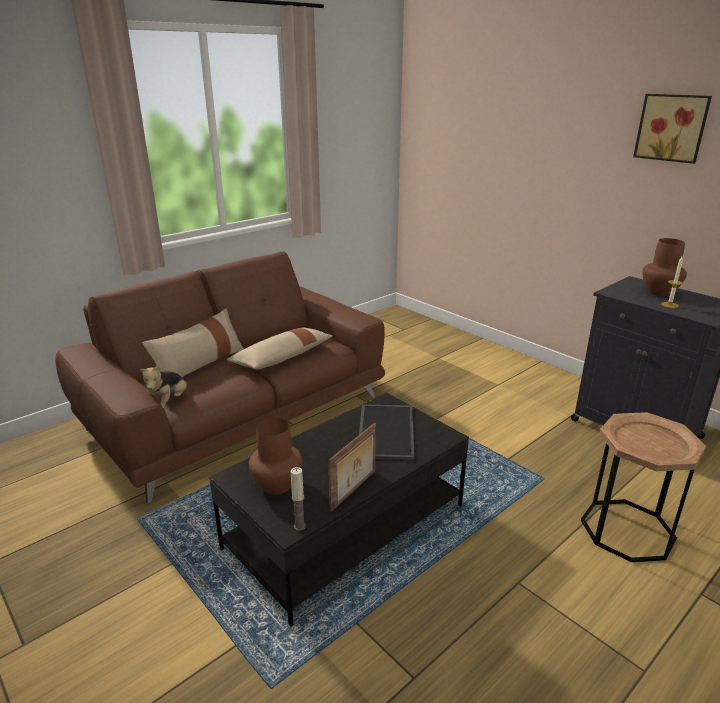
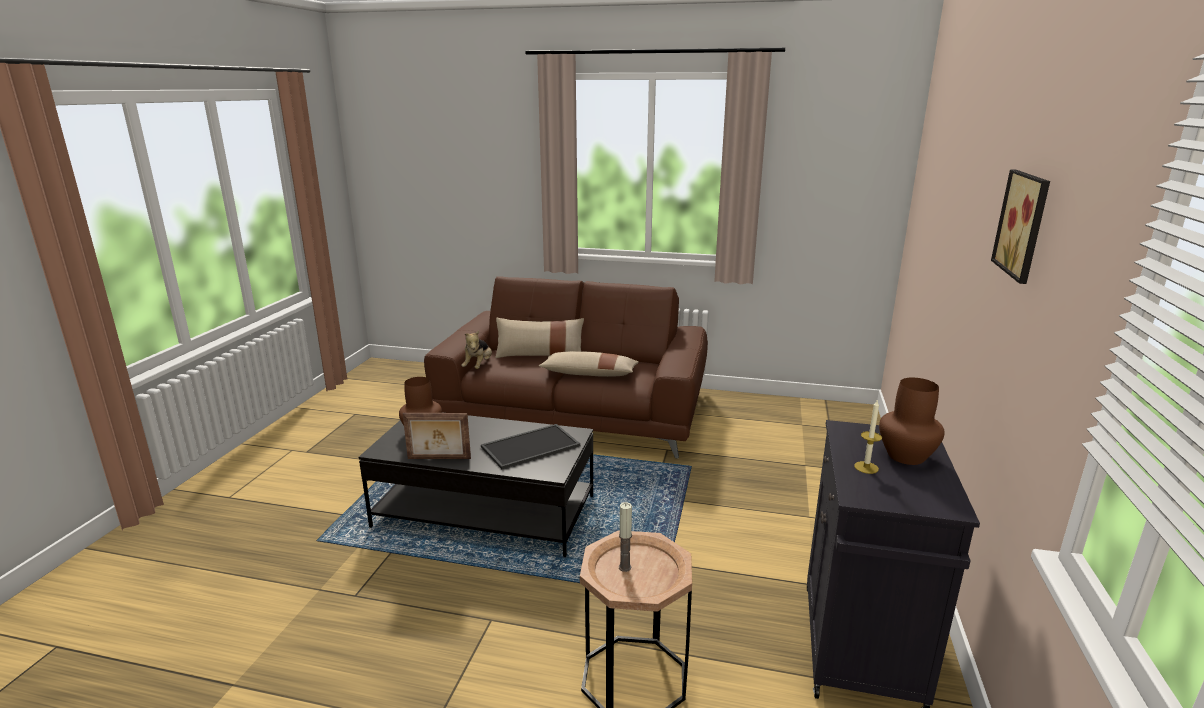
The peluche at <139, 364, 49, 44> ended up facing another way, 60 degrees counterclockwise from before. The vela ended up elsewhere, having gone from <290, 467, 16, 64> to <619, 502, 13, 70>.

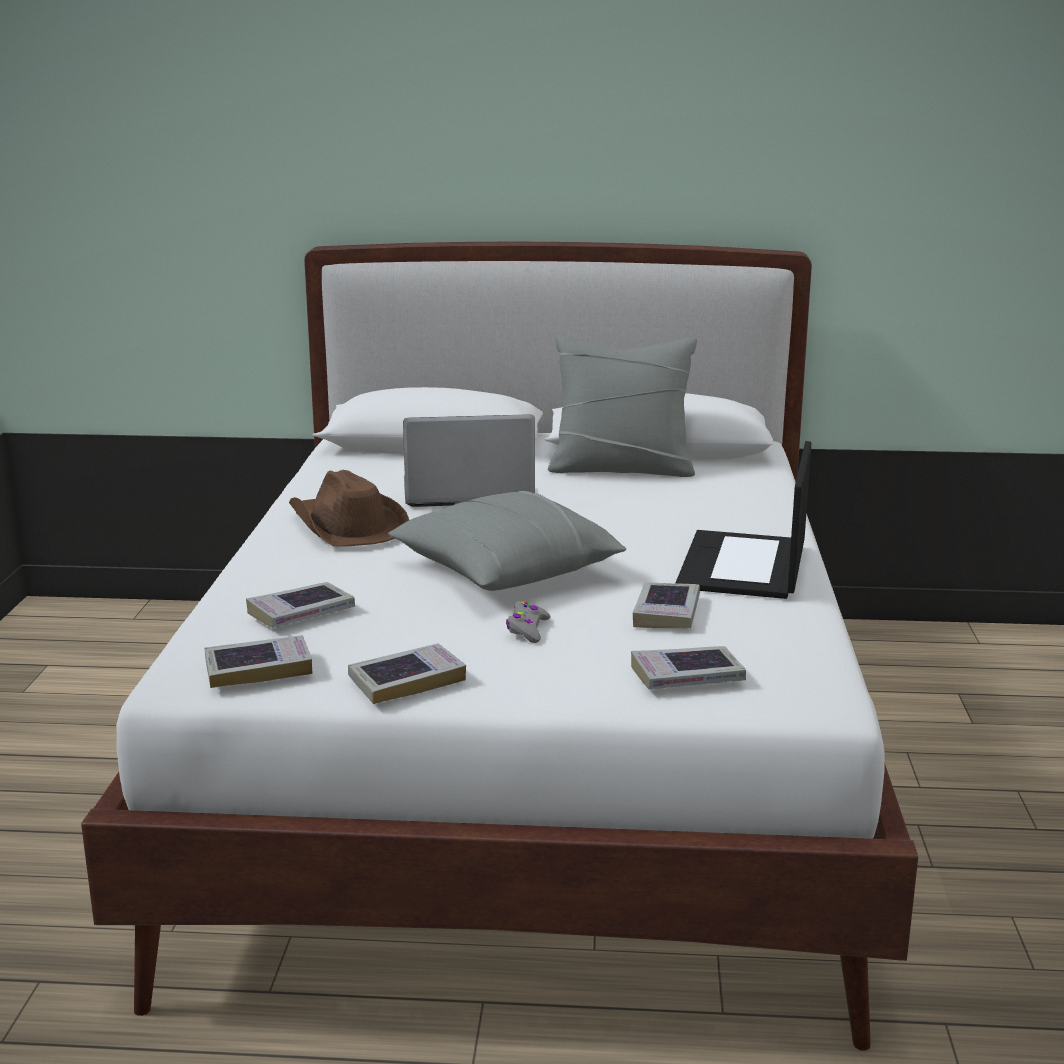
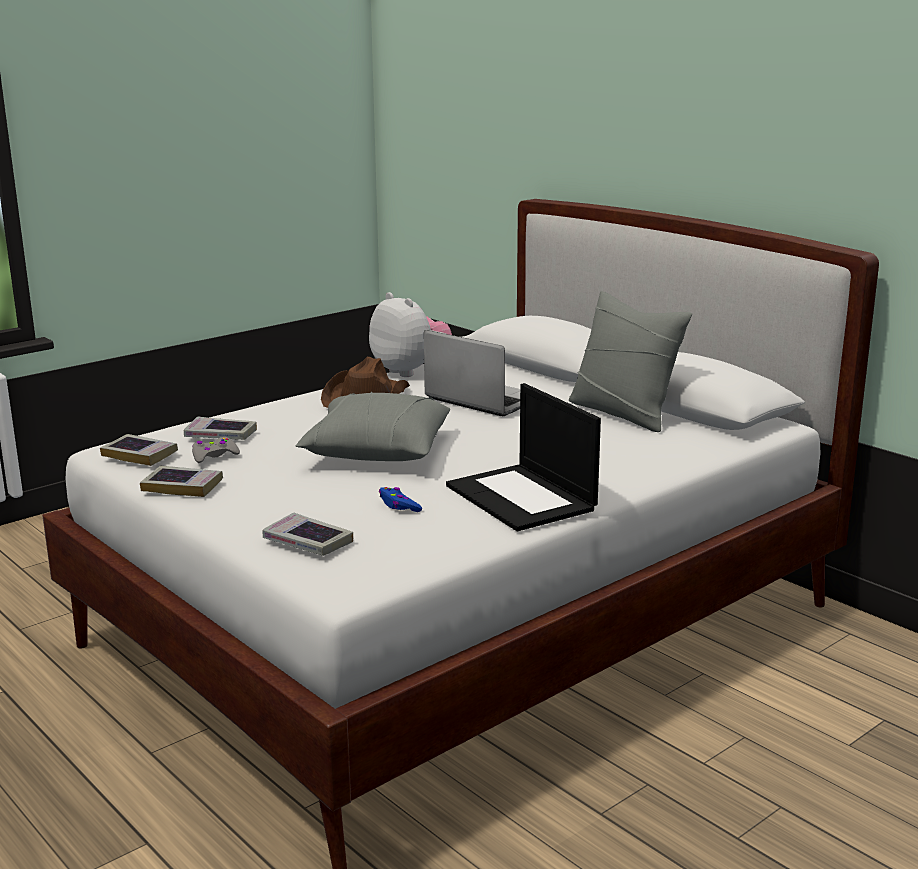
The mando de consola (gris) ended up elsewhere, having gone from <506, 601, 45, 42> to <192, 437, 48, 26>. Where the libro stood at <633, 582, 67, 47>, the mando de consola (azul) came to stand at <379, 487, 43, 25>. The portátil at <676, 441, 135, 158> ended up facing another way, 90 degrees counterclockwise from before. The second view gained the peluche at <369, 292, 83, 85>.

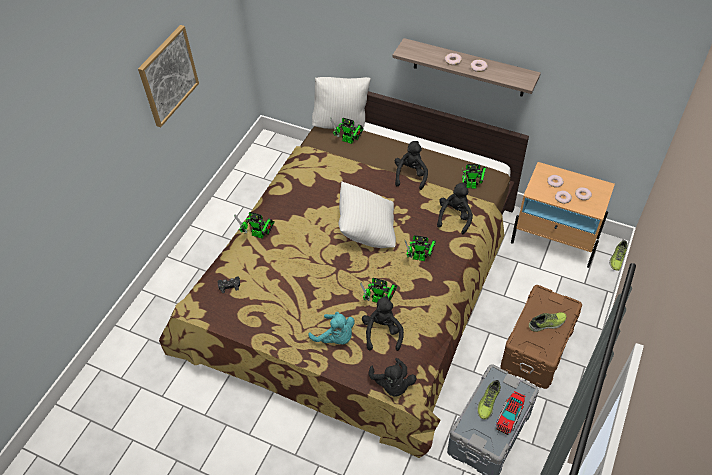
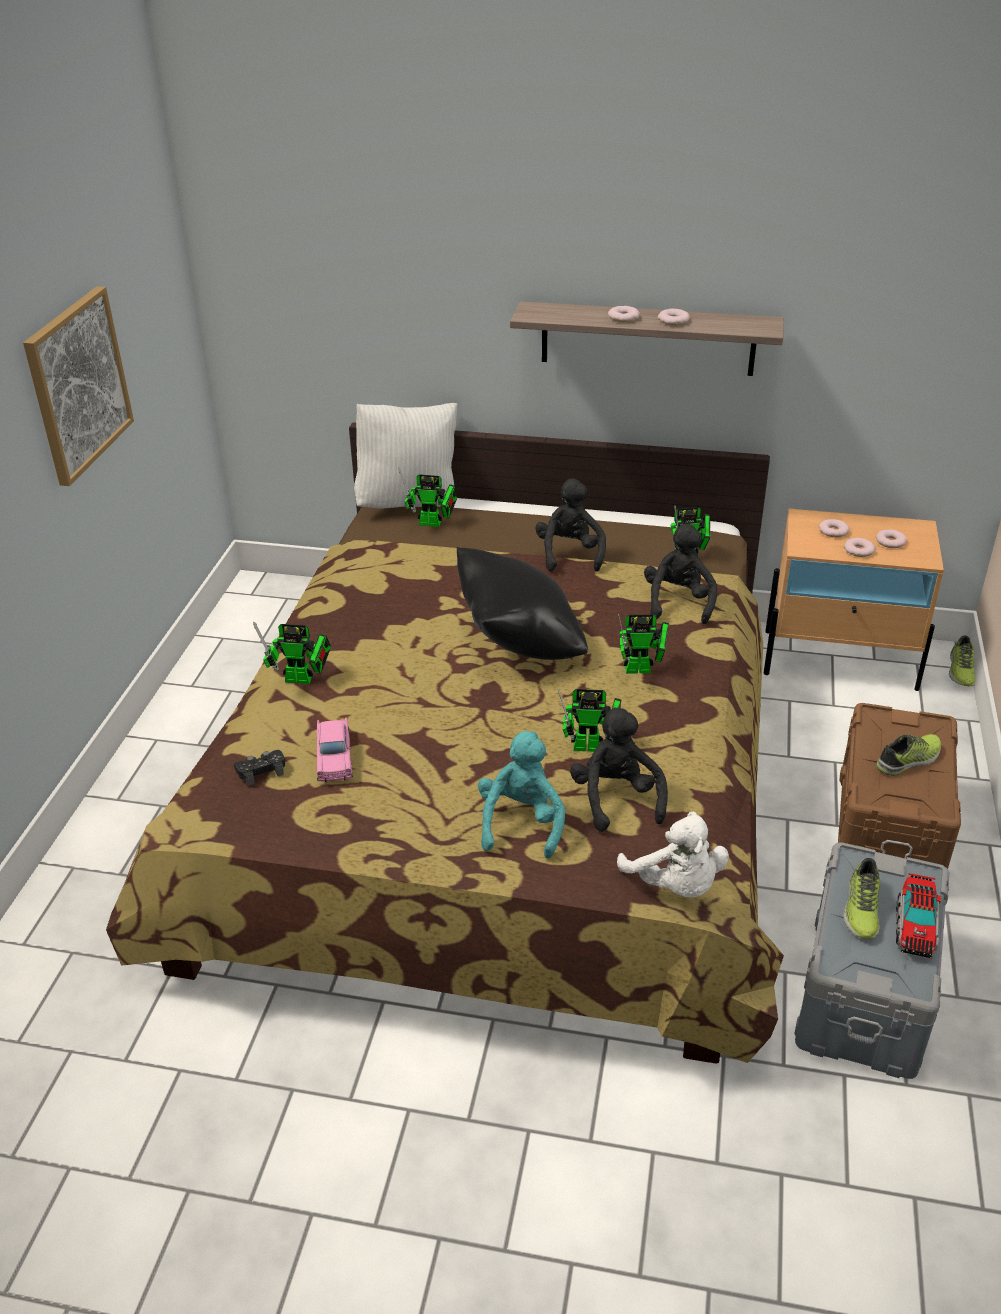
The peluche (turquesa) at <308, 312, 47, 33> ended up facing another way, 105 degrees counterclockwise from before. What was the cojín (blanco) at <338, 181, 58, 67> turned into the cojín (negro) at <457, 547, 131, 113>. What was the peluche (negro) at <369, 358, 48, 39> turned into the peluche (blanco) at <617, 812, 112, 86>. The second view gained the coche de juguete (rosa) at <317, 717, 36, 65>.

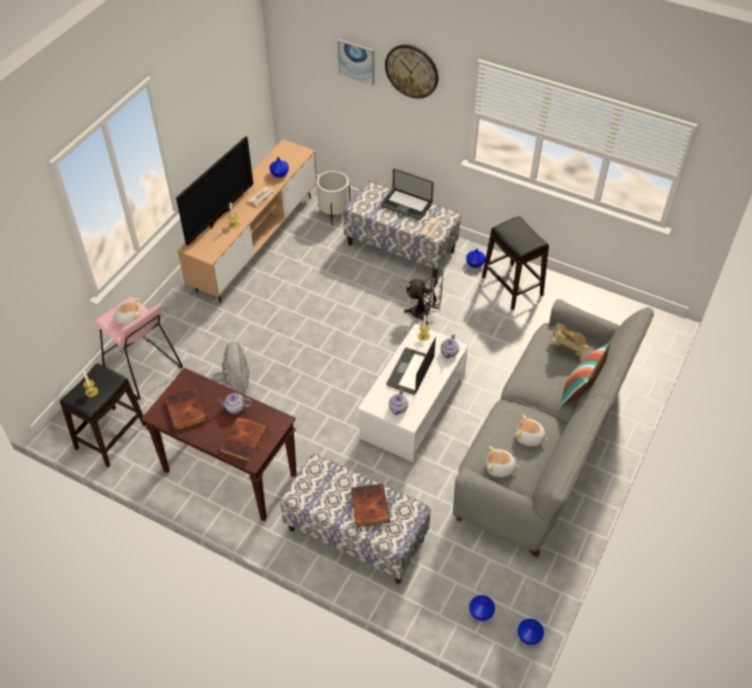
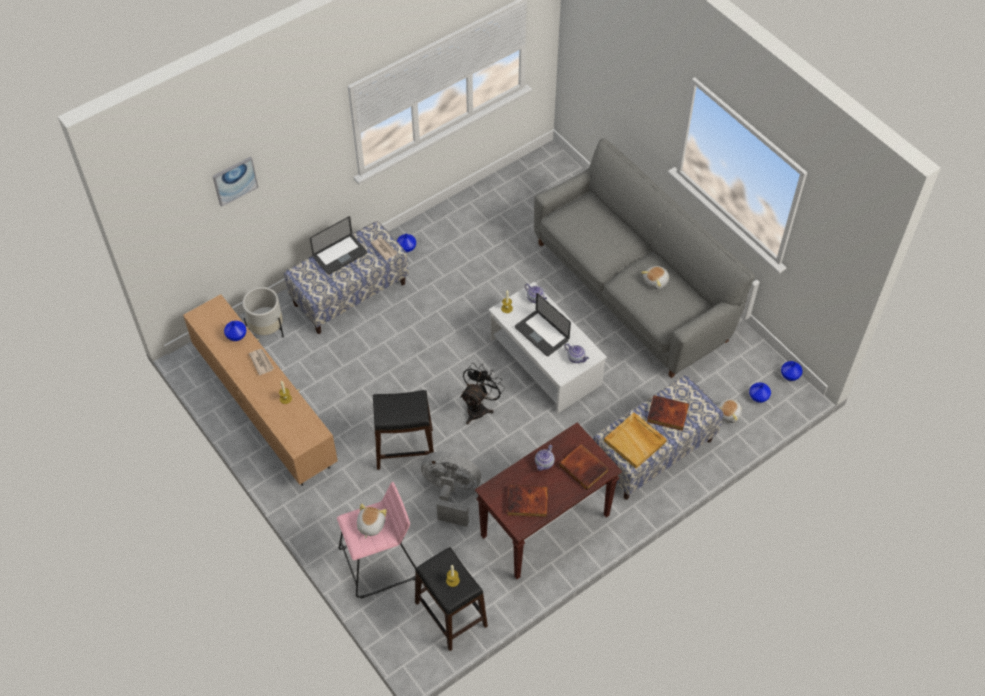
The second view lost the televisor at <176, 136, 77, 109>. The second view lost the reloj de pared at <385, 44, 53, 55>. The ventilador (negro) ended up elsewhere, having gone from <404, 270, 39, 54> to <460, 363, 45, 61>. The taburete (negro) ended up elsewhere, having gone from <482, 216, 67, 94> to <373, 390, 63, 80>. The peluche ended up elsewhere, having gone from <486, 446, 34, 31> to <718, 399, 24, 24>. The second view lost the libro at <551, 322, 37, 35>. The second view lost the cojín at <560, 342, 50, 65>. The second view gained the bandeja (beis) at <604, 412, 63, 57>.

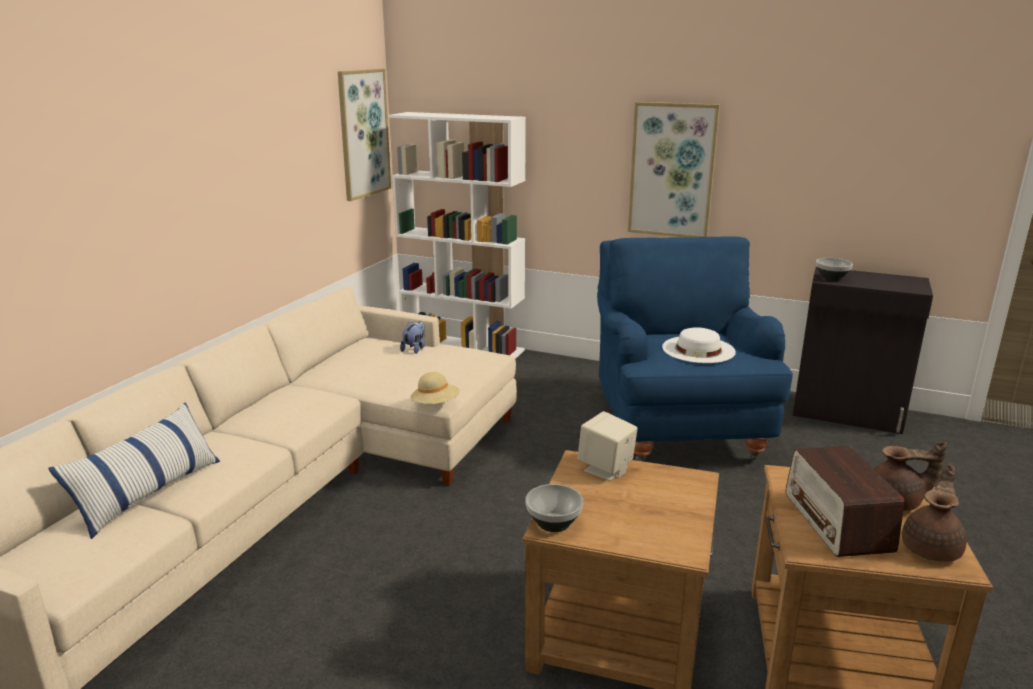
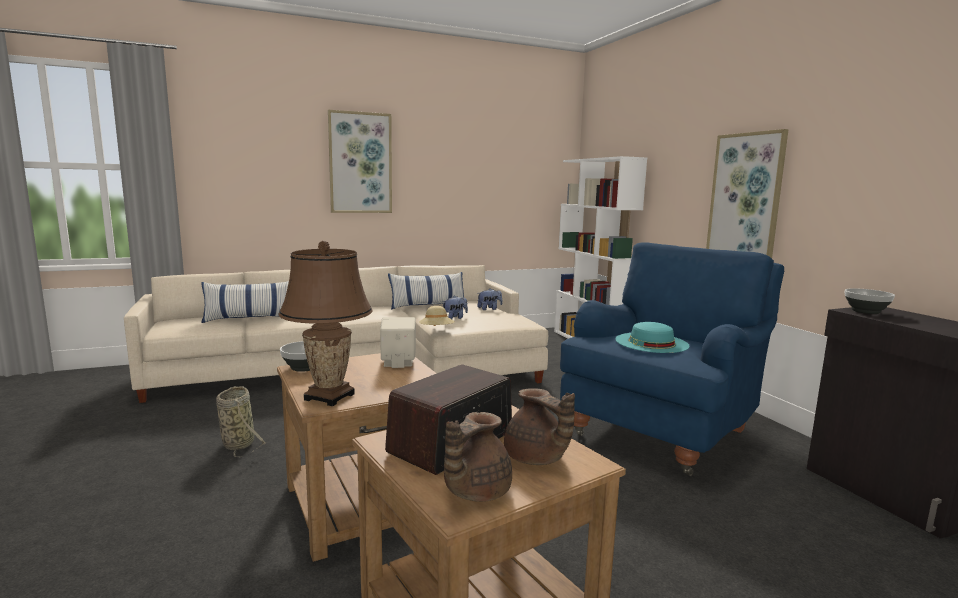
The cuadro ended up elsewhere, having gone from <338, 69, 53, 132> to <328, 110, 64, 103>. What was the sombrero (blanco) at <662, 327, 74, 36> turned into the sombrero (turquesa) at <615, 322, 75, 31>. The tetera (marrón) at <902, 464, 65, 98> ended up facing another way, 135 degrees clockwise from before. The second view gained the cesta at <216, 386, 50, 72>. The second view gained the lámpara de mesa (marrón) at <279, 241, 93, 165>. The second view gained the cojín at <388, 272, 76, 37>. The second view gained the peluche at <442, 296, 26, 23>.

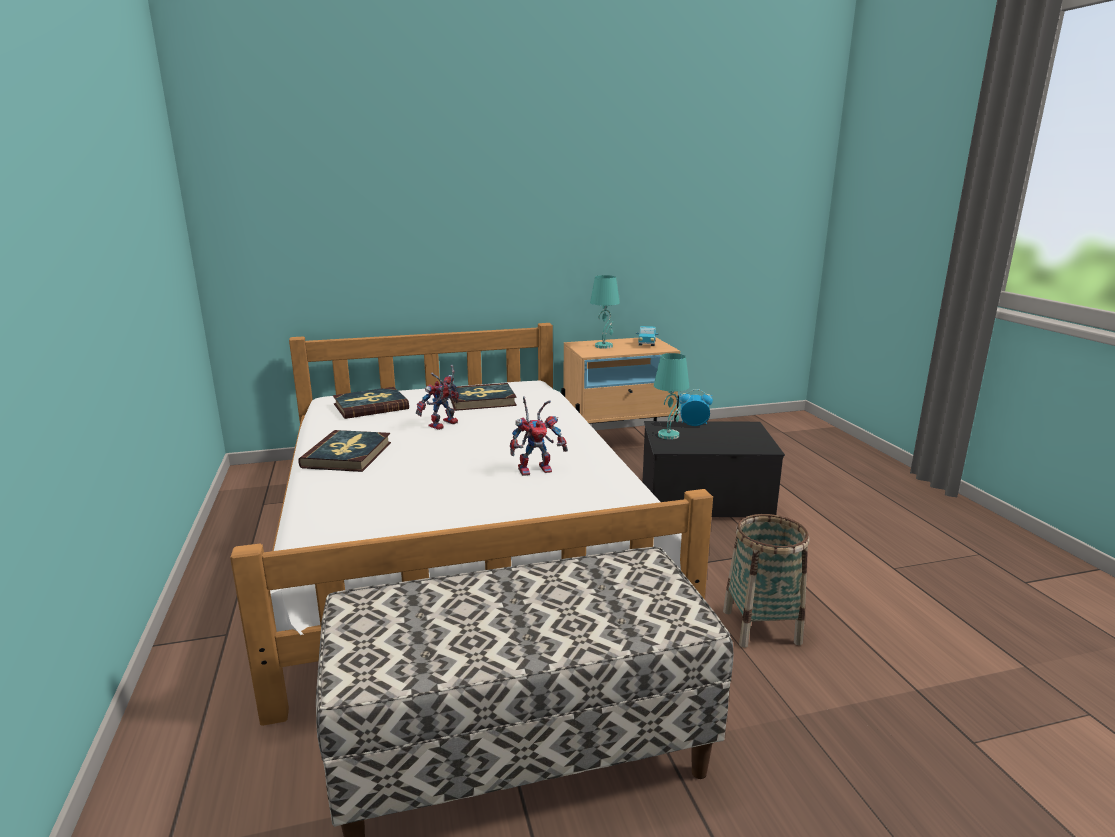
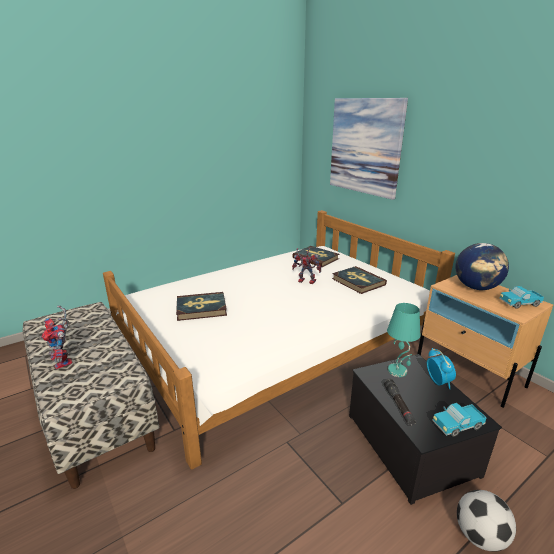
The libro ended up elsewhere, having gone from <298, 430, 93, 42> to <176, 292, 51, 29>. The robot de juguete ended up elsewhere, having gone from <510, 397, 58, 79> to <41, 305, 31, 64>. Where the lámpara de mesa (turquesa) stood at <590, 275, 30, 74>, the globo terráqueo came to stand at <455, 243, 54, 47>. The second view lost the cesta at <723, 514, 86, 134>. The second view gained the cuadro at <330, 98, 78, 102>. The second view gained the linterna (negro) at <384, 379, 32, 47>. The second view gained the camión de juguete at <432, 403, 55, 34>. The second view gained the balón de fútbol at <457, 490, 59, 62>.

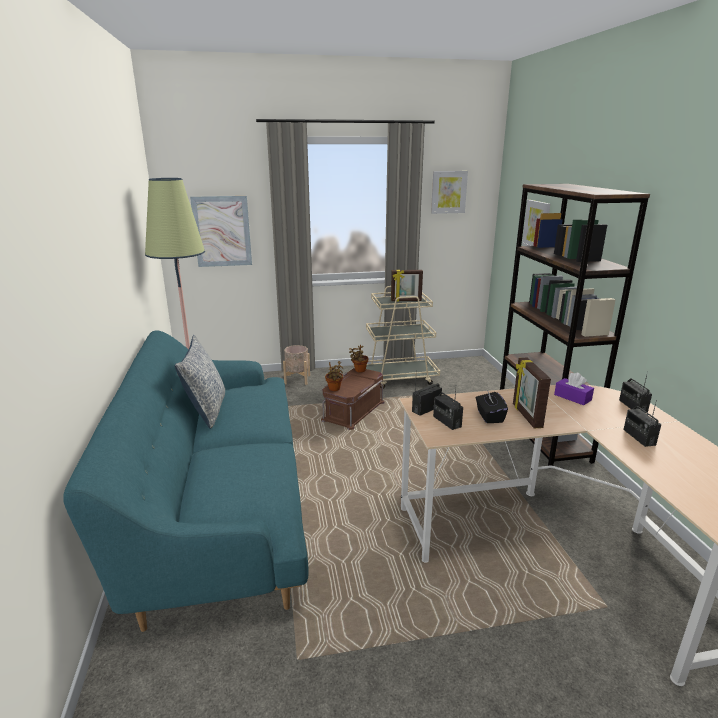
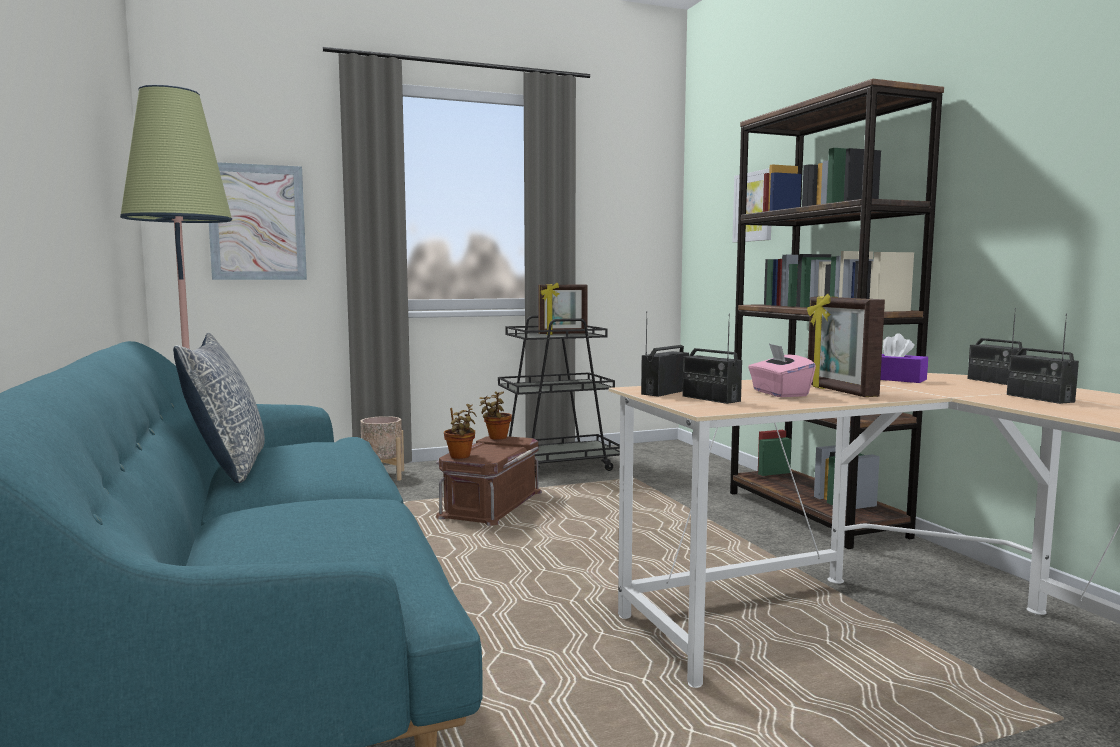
What was the carrito (beis) at <366, 286, 74, 103> turned into the carrito (negro) at <498, 315, 122, 162>. The second view lost the cuadro at <431, 171, 37, 43>. What was the caja de pañuelos (negro) at <476, 390, 32, 33> turned into the caja de pañuelos (rosa) at <748, 343, 68, 54>.

